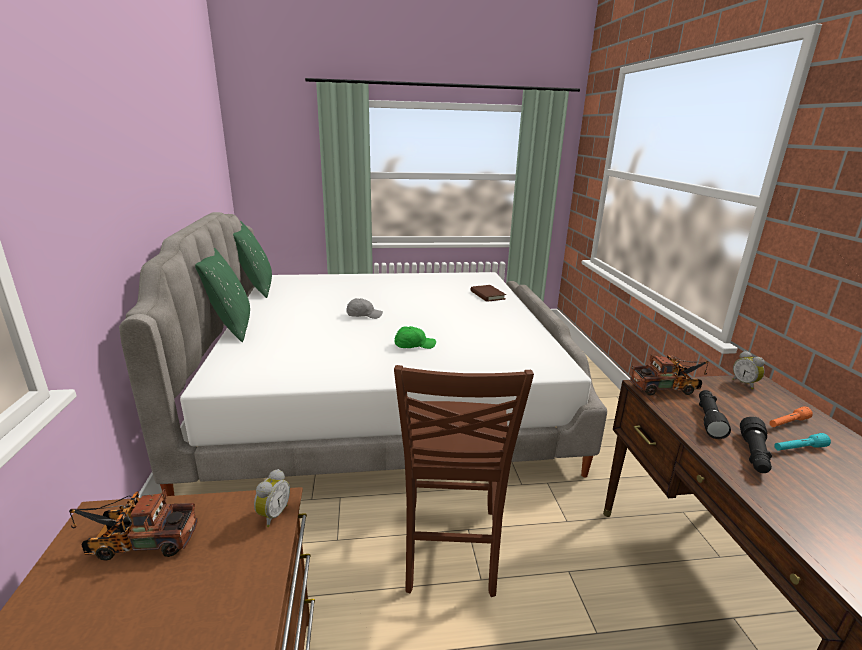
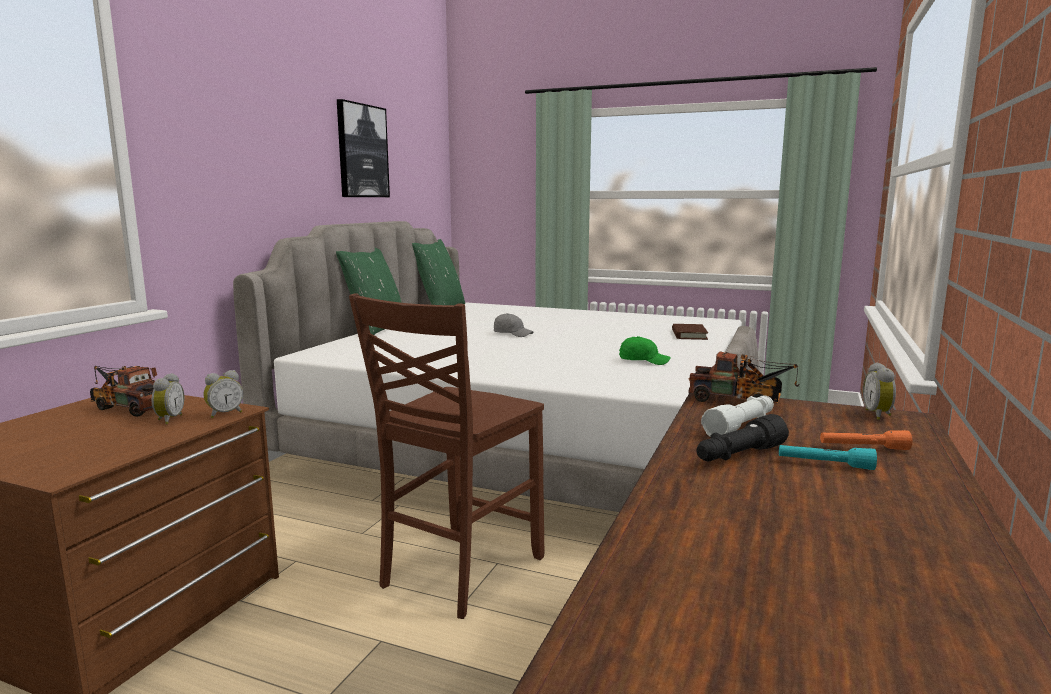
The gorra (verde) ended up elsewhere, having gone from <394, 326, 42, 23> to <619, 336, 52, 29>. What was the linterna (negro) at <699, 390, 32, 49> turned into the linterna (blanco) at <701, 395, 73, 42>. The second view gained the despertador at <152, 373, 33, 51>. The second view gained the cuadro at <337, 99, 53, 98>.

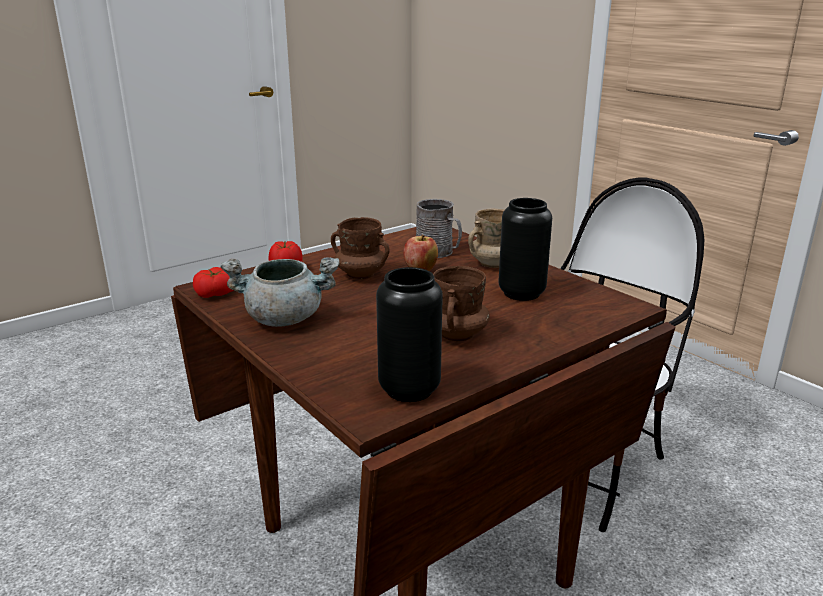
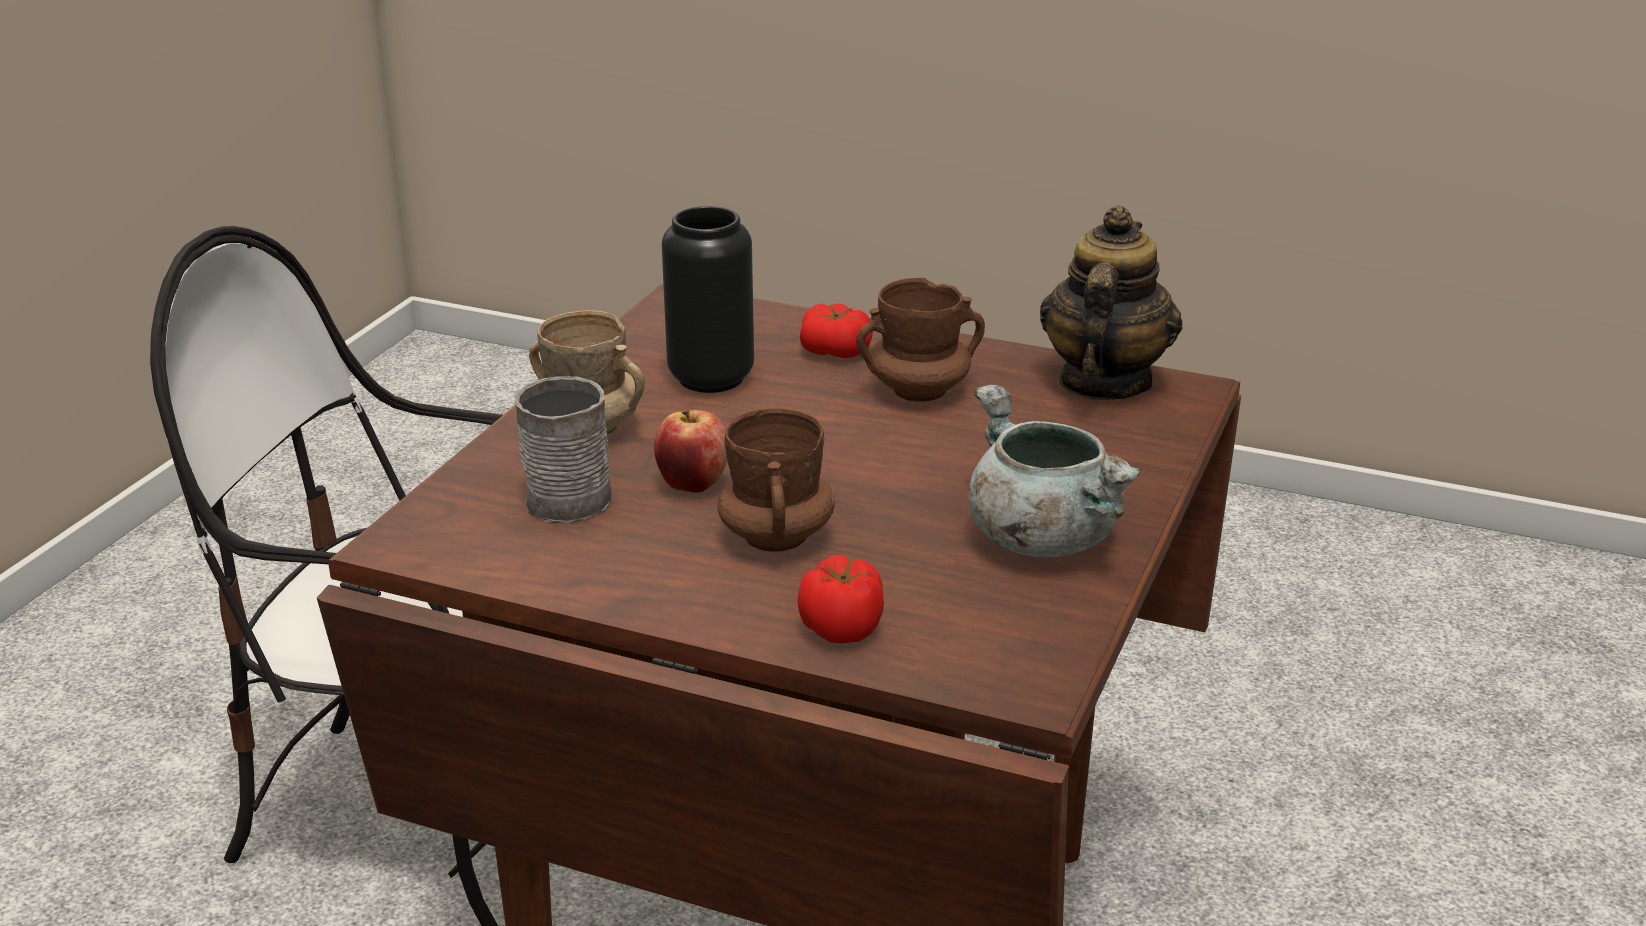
The tomate ended up elsewhere, having gone from <193, 267, 41, 31> to <800, 303, 73, 55>. Where the florero (negro) stood at <376, 267, 67, 135>, the tetera came to stand at <1040, 205, 142, 195>.

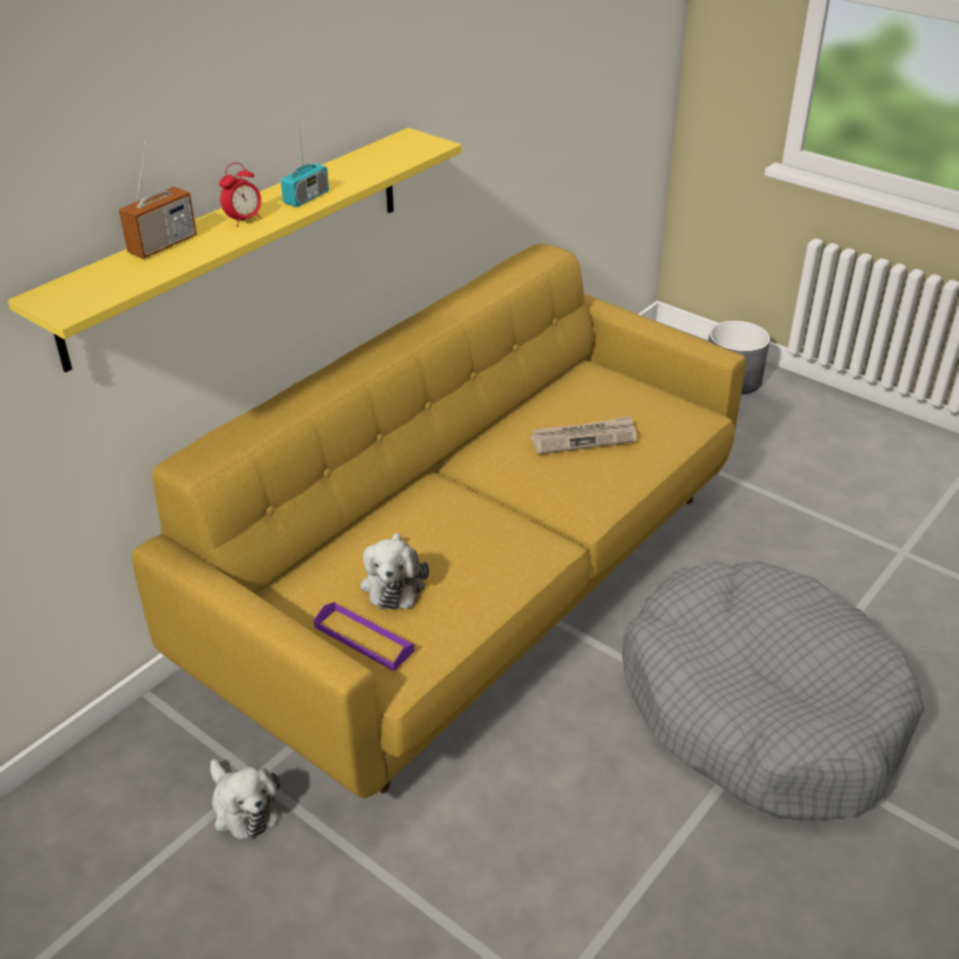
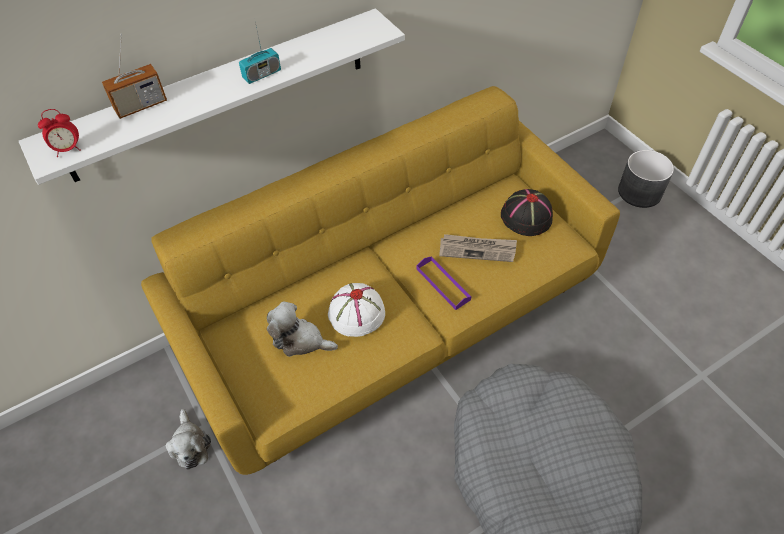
What was the estante (amarillo) at <8, 128, 453, 245> turned into the estante (blanco) at <19, 8, 386, 177>. The despertador ended up elsewhere, having gone from <219, 162, 42, 65> to <38, 109, 43, 48>. The bandeja (morado) ended up elsewhere, having gone from <314, 602, 100, 69> to <416, 256, 55, 54>. The peluche at <360, 533, 69, 76> ended up facing another way, 90 degrees clockwise from before. The second view gained the sombrero (blanco) at <328, 283, 57, 54>. The second view gained the sombrero (negro) at <501, 189, 52, 47>.

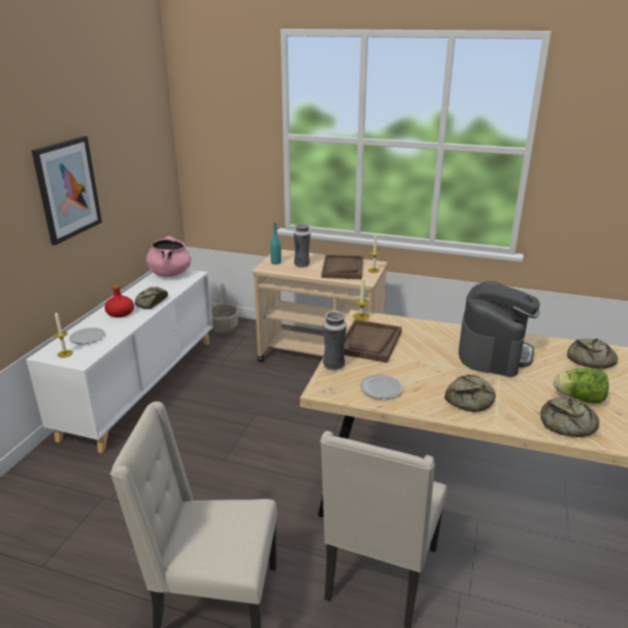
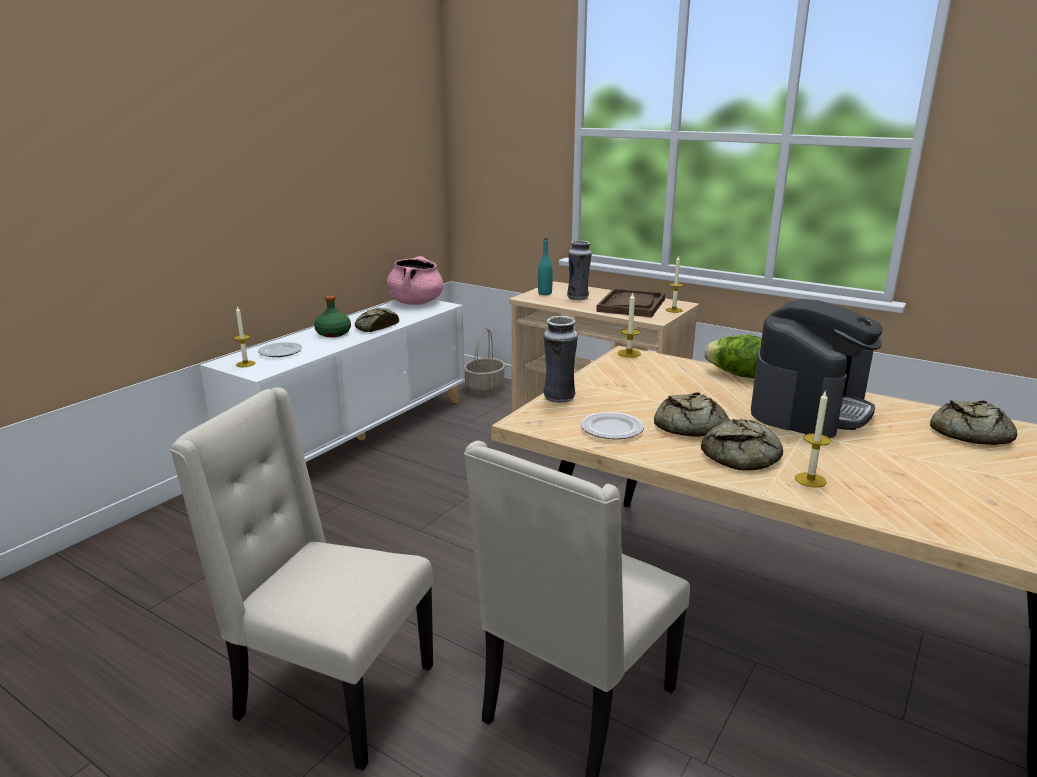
The second view lost the cuadro at <31, 136, 71, 109>. What was the botella (rojo) at <105, 285, 29, 33> turned into the botella (verde) at <314, 295, 37, 42>. The second view lost the bandeja (marrón) at <344, 319, 58, 44>. The pan ended up elsewhere, having gone from <540, 397, 59, 40> to <654, 392, 75, 45>. The lechuga ended up elsewhere, having gone from <554, 368, 55, 36> to <704, 335, 58, 43>. The second view gained the vela at <795, 392, 36, 96>.

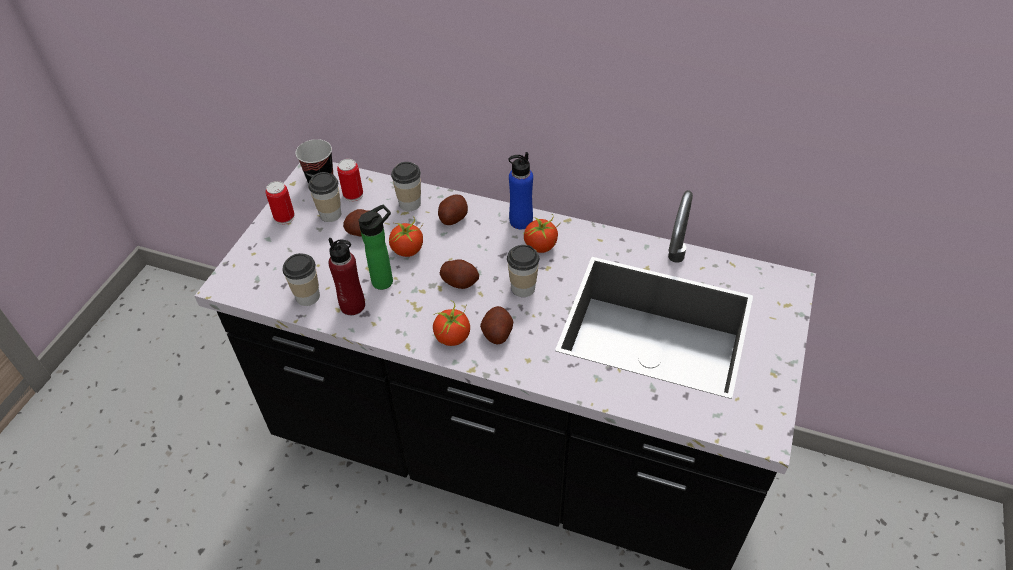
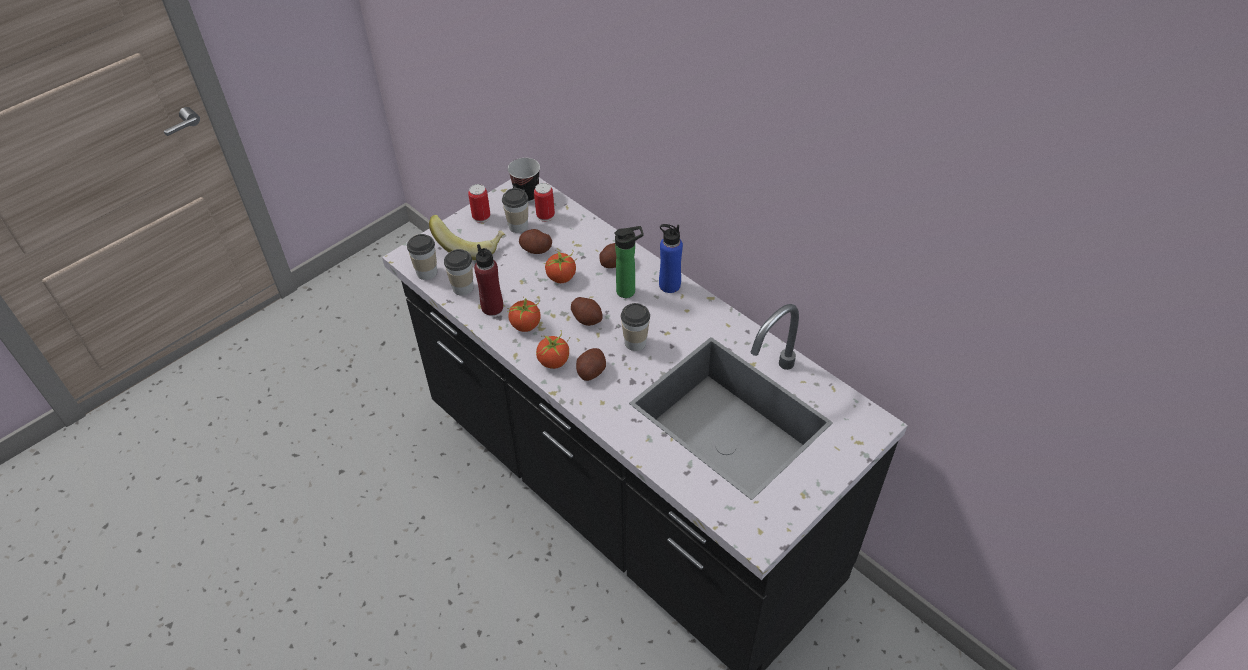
The botella ended up elsewhere, having gone from <358, 205, 35, 85> to <614, 226, 30, 72>. The taza ended up elsewhere, having gone from <391, 162, 30, 49> to <407, 234, 30, 46>. The tomate ended up elsewhere, having gone from <524, 214, 34, 39> to <507, 296, 34, 36>. The second view gained the plátano at <429, 215, 76, 45>.

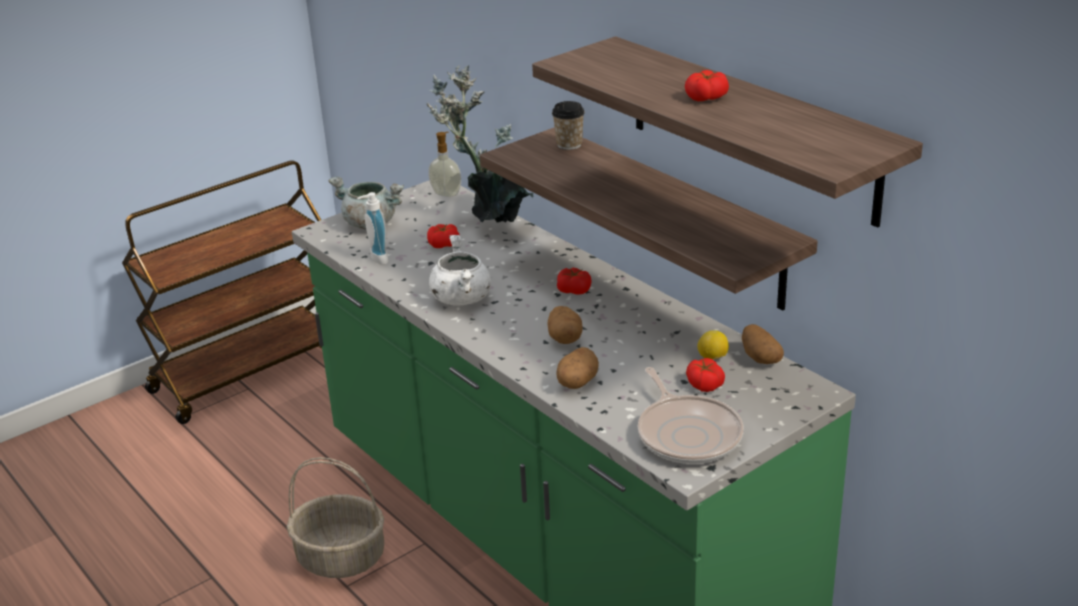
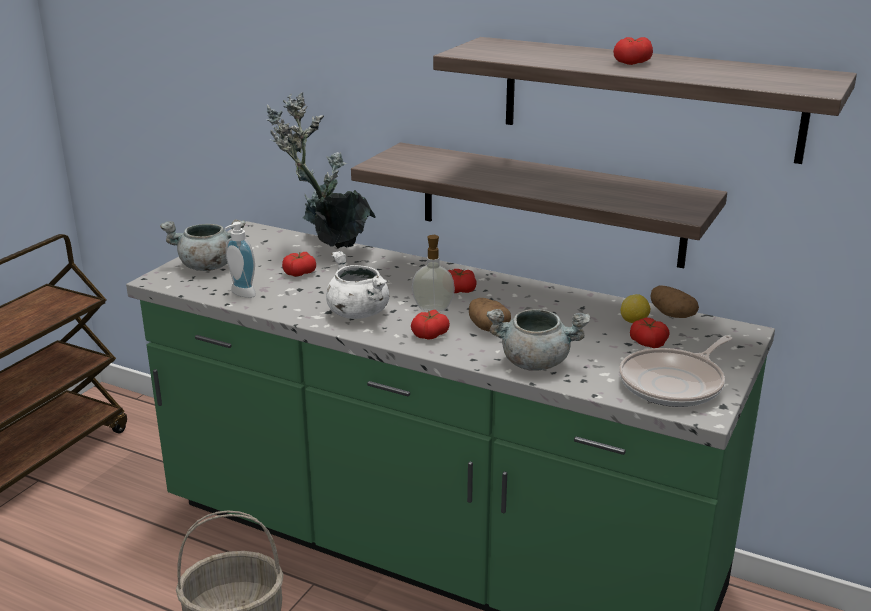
The dispensador de jabón ended up elsewhere, having gone from <428, 132, 33, 65> to <412, 235, 43, 76>. The second view lost the taza at <552, 101, 33, 49>. Where the patata stood at <556, 347, 43, 42>, the olla (gris) came to stand at <487, 309, 103, 62>. The sartén at <638, 367, 105, 97> ended up facing another way, 90 degrees clockwise from before. The second view gained the tomate at <411, 310, 39, 30>.

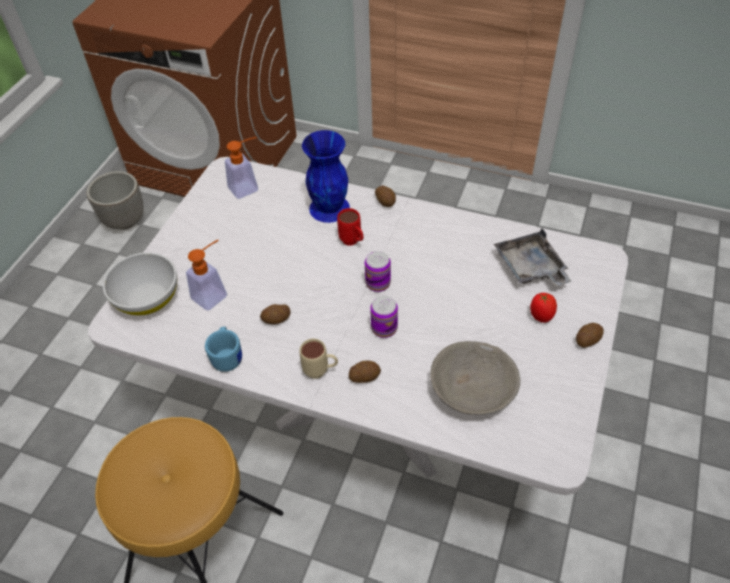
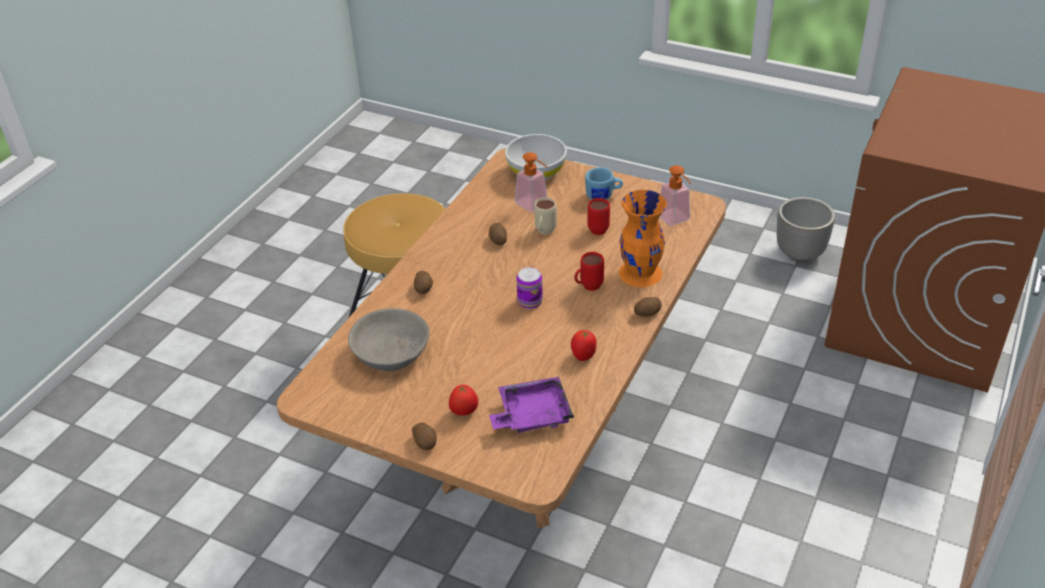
What was the mesa de comedor (blanco) at <88, 157, 540, 338> turned into the mesa de comedor (marrón) at <277, 148, 449, 381>. The taza grande (azul) ended up elsewhere, having gone from <205, 327, 37, 45> to <585, 168, 38, 32>. The taza grande (beis) ended up elsewhere, having gone from <299, 339, 39, 40> to <534, 197, 23, 38>. What was the florero (azul) at <302, 130, 48, 93> turned into the florero (naranja) at <619, 190, 48, 97>. The second view lost the lata at <370, 296, 28, 42>. What was the bandeja (gris) at <494, 229, 78, 57> turned into the bandeja (morado) at <489, 377, 85, 56>. The second view gained the tomate at <571, 330, 26, 31>. The second view gained the taza grande (rojo) at <588, 198, 22, 37>.

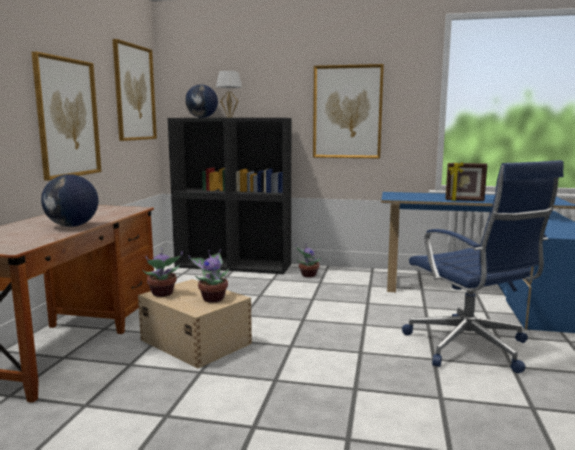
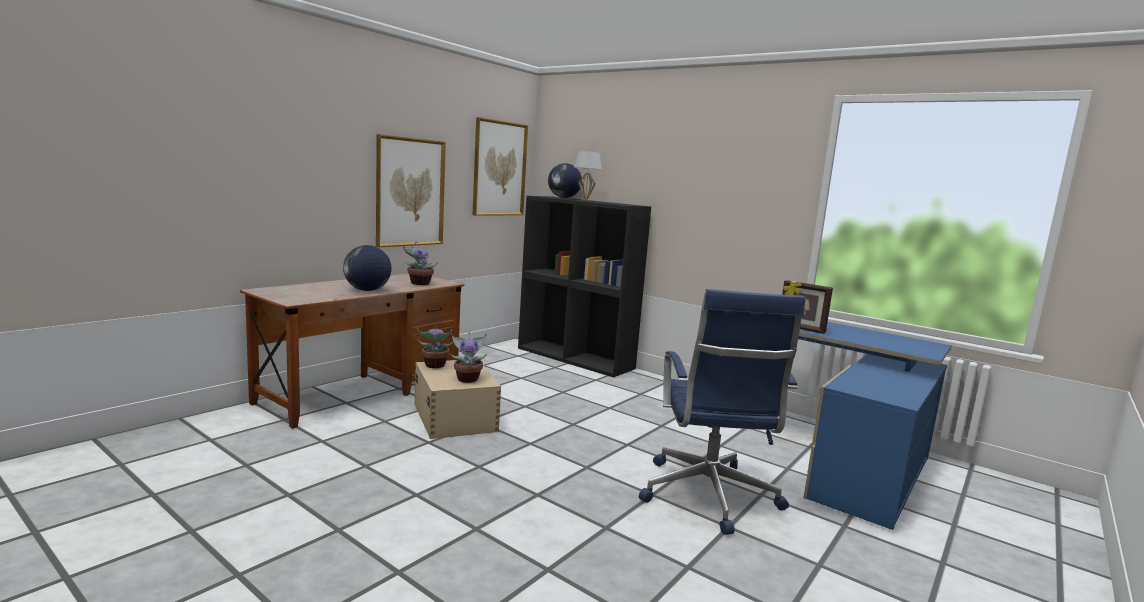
The planta en maceta ended up elsewhere, having gone from <296, 244, 26, 33> to <403, 242, 34, 43>. The second view lost the cuadro at <313, 64, 71, 94>.

